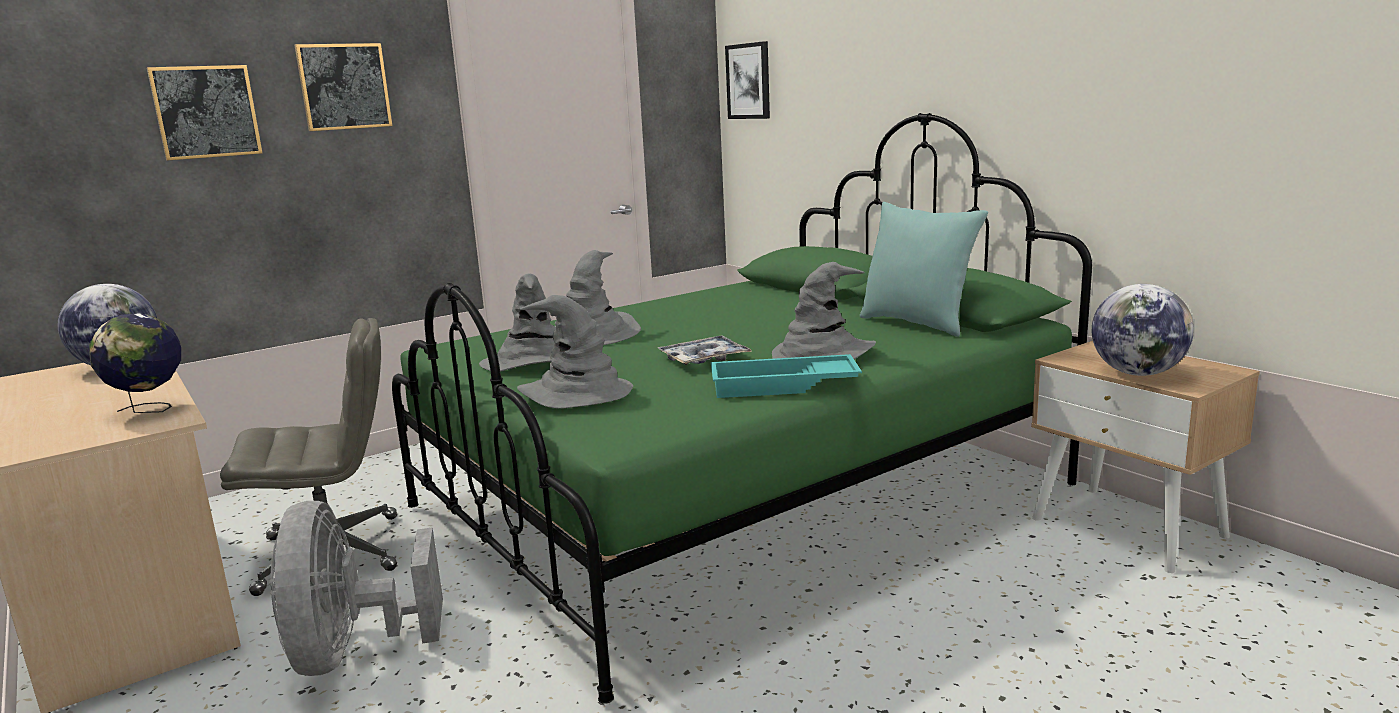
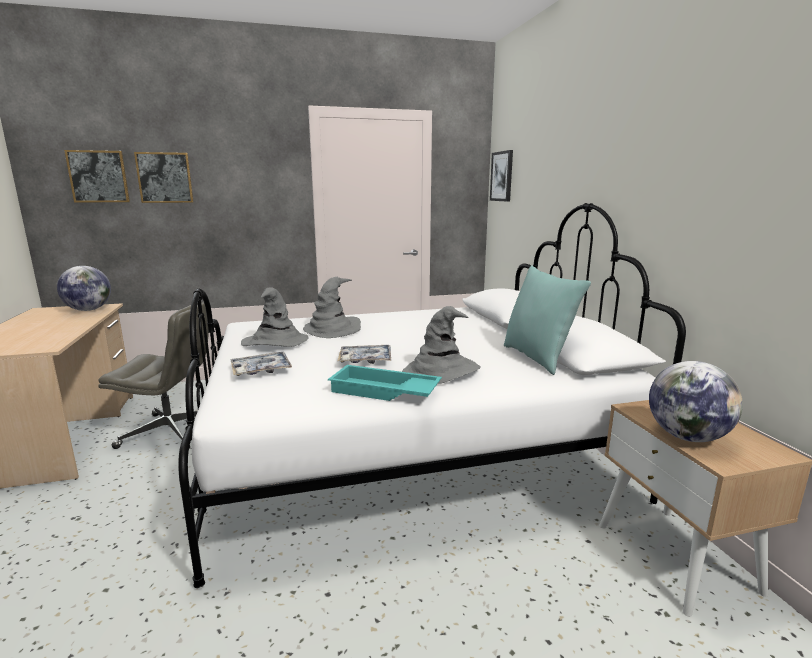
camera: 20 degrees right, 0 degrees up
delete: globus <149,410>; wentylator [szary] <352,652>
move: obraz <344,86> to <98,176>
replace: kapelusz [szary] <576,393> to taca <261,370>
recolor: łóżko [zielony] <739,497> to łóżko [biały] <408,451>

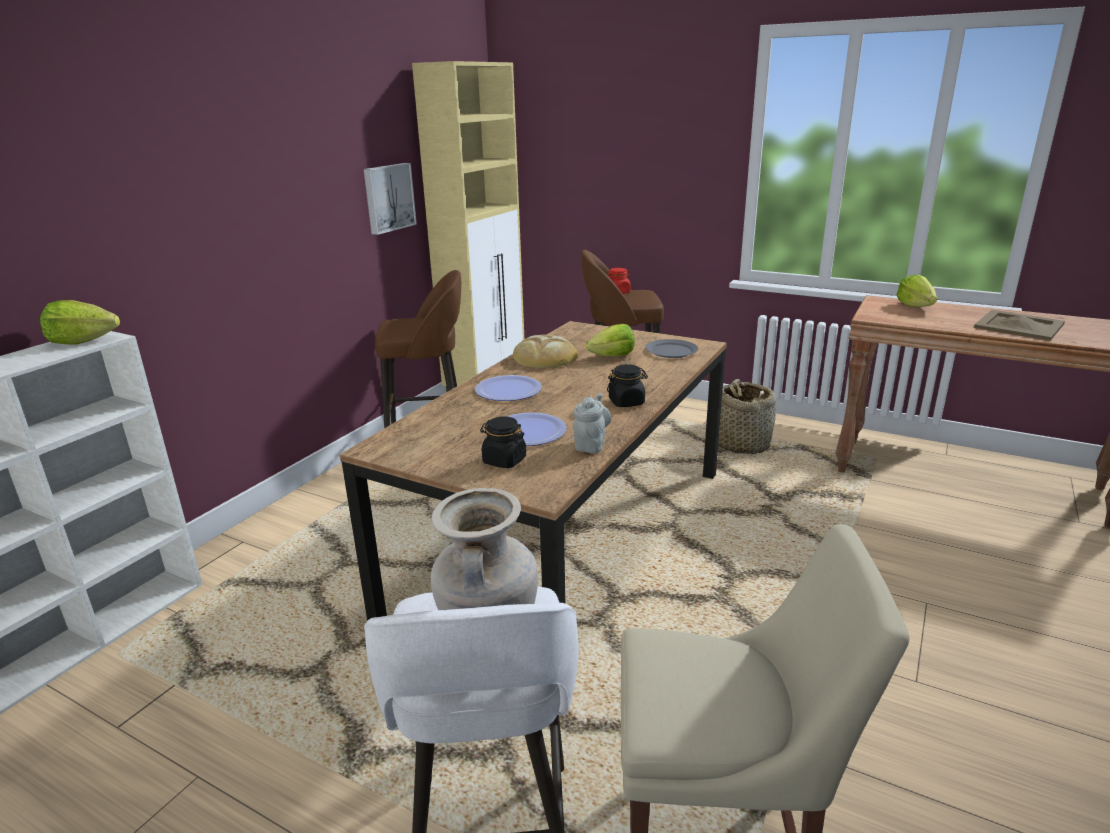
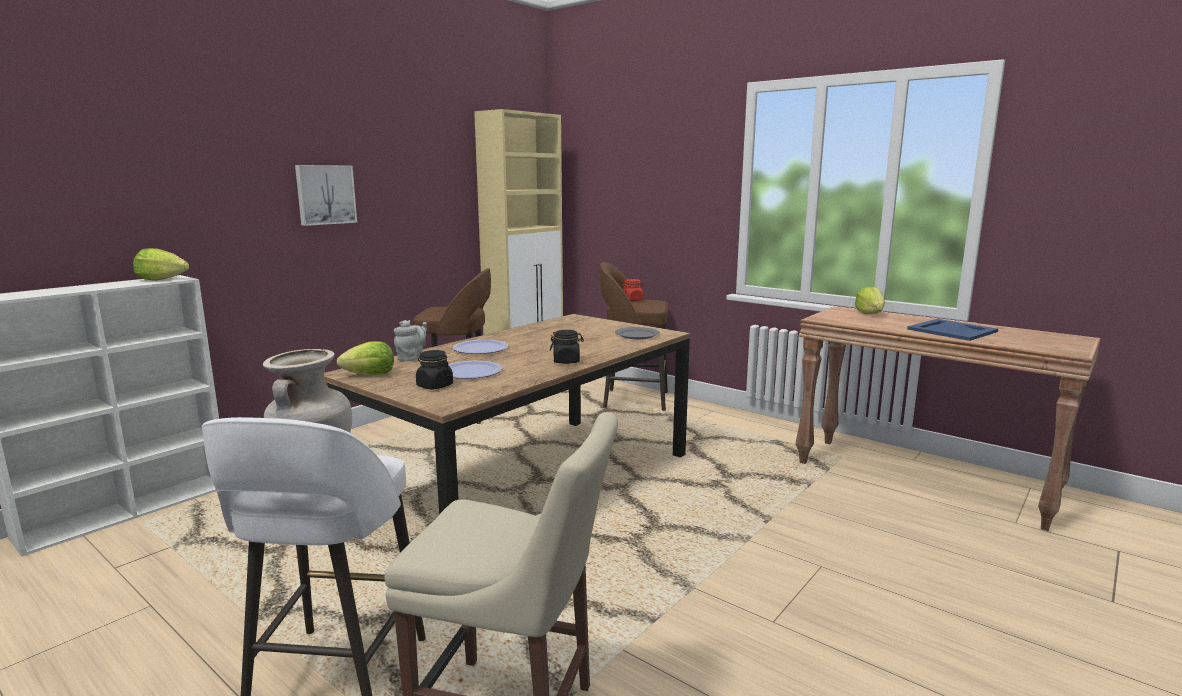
camera: 10 degrees right, 10 degrees down
delete: chleb <545,357>; koszyk <741,444>
move: obraz <388,198> to <325,194>; sałata <612,356> to <370,375>; imbryk [szary] <590,444> to <412,358>
recolor: taca [beżowy] <1018,325> to taca [niebieski] <951,330>

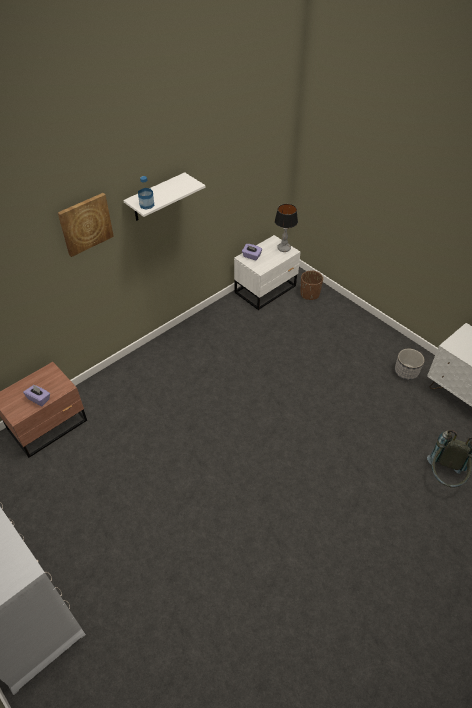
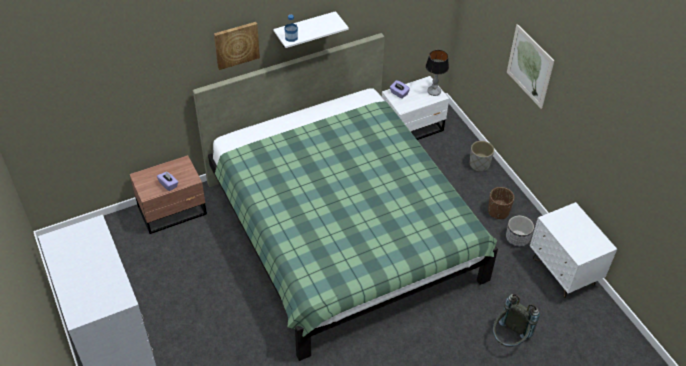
camera: 15 degrees right, 0 degrees up
insert: łóżko [zielony] <342,231>; donica [szary] <479,164>; obraz <529,66>
move: donica [brązowy] <310,294> to <498,211>

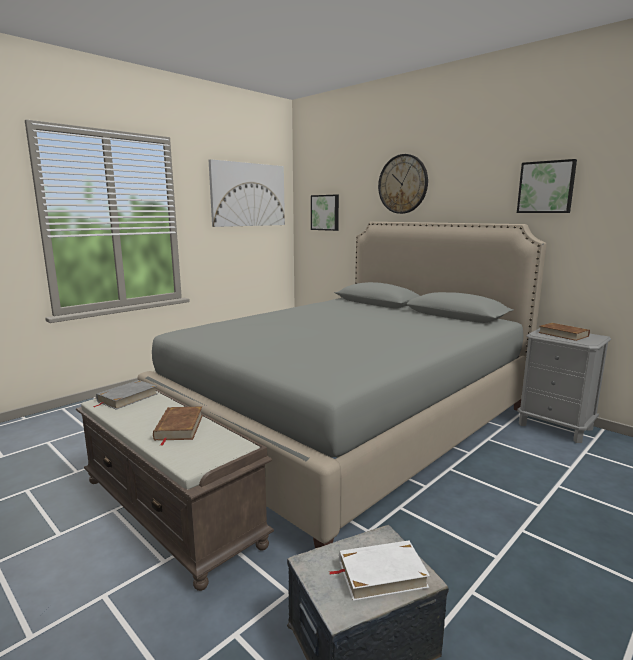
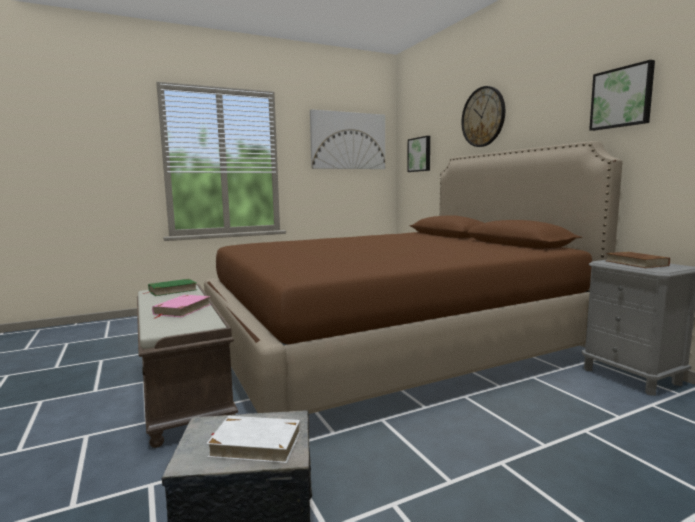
camera: 20 degrees right, 5 degrees down
recolor: książka [szary] <127,398> to książka [zielony] <172,290>; książka [brązowy] <179,427> to książka [różowy] <182,309>; łóżko [szary] <348,423> to łóżko [brązowy] <392,347>

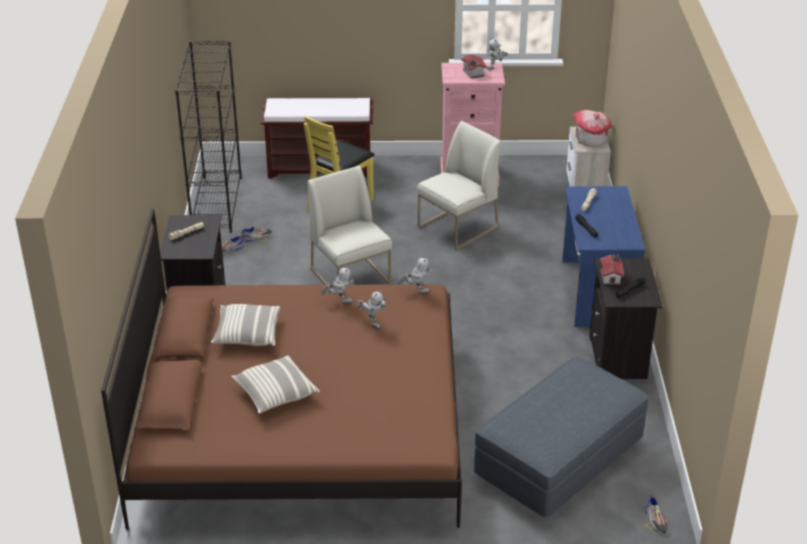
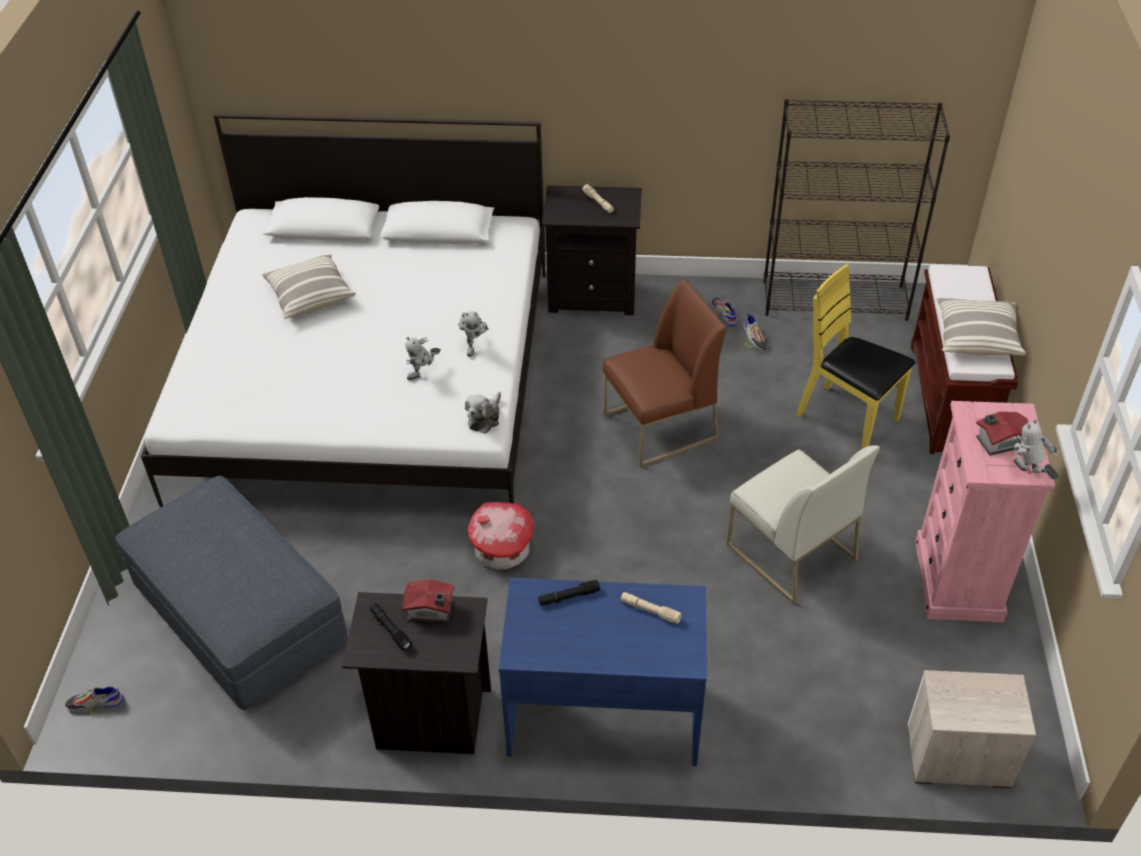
camera: 95 degrees right, 10 degrees up
move: domek <590,140> to <501,551>; poduszka <247,334> to <976,337>
replace: robot zabawkowy <416,291> to pluszak <485,418>
recolor: łóżko [brązowy] <300,424> to łóżko [biały] <369,380>; krzesło [biały] <351,276> to krzesło [brązowy] <659,427>

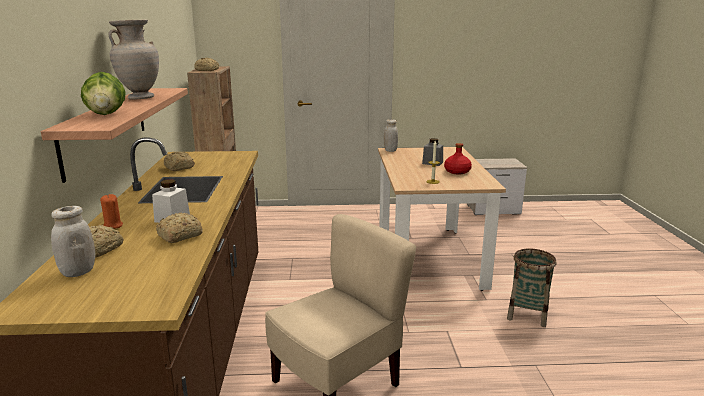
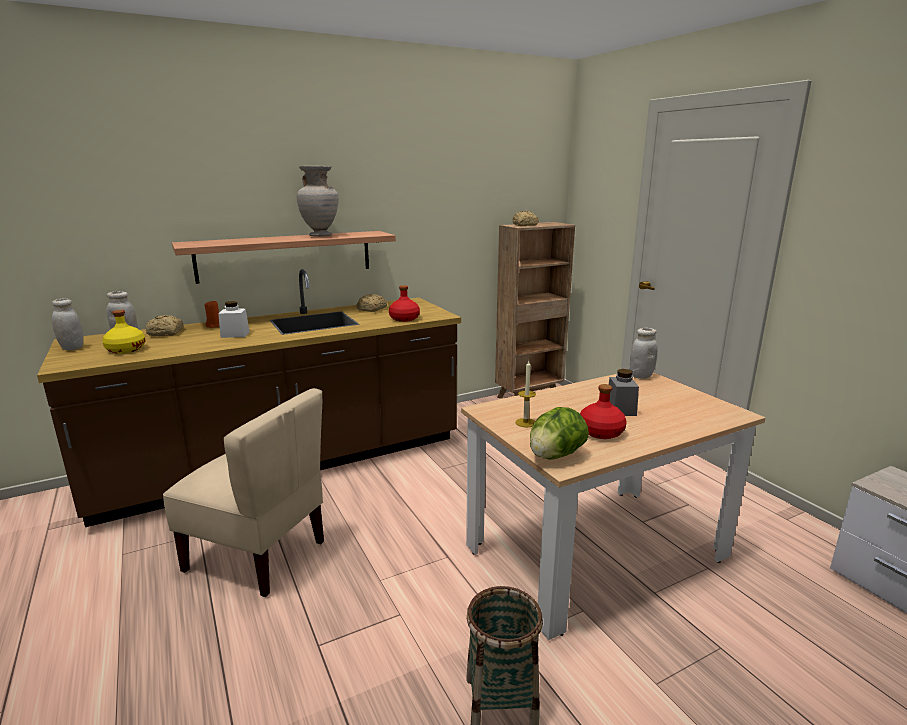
camera: 65 degrees right, 0 degrees up
delete: chleb <178,236>
insert: słoik [biały] <72,348>; butelka [żółty] <125,349>; butelka [czerwony] <404,318>
move: sałata <106,114> to <555,456>

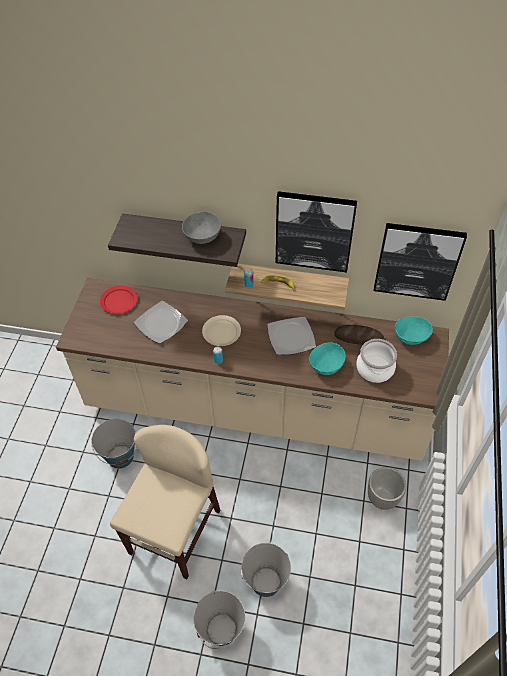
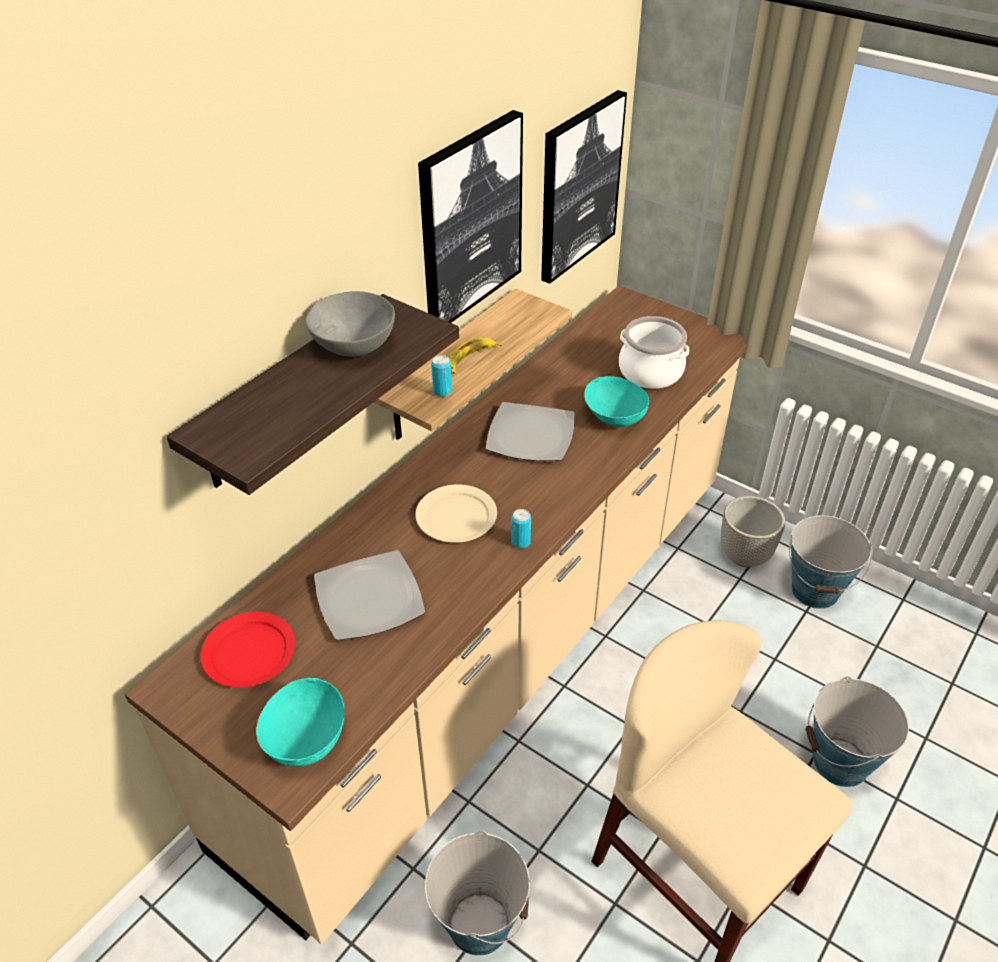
camera: 65 degrees left, 10 degrees down
delete: chleb <358,337>
move: miska [turkusowy] <411,337> to <305,738>; wiadro <221,629> to <815,590>

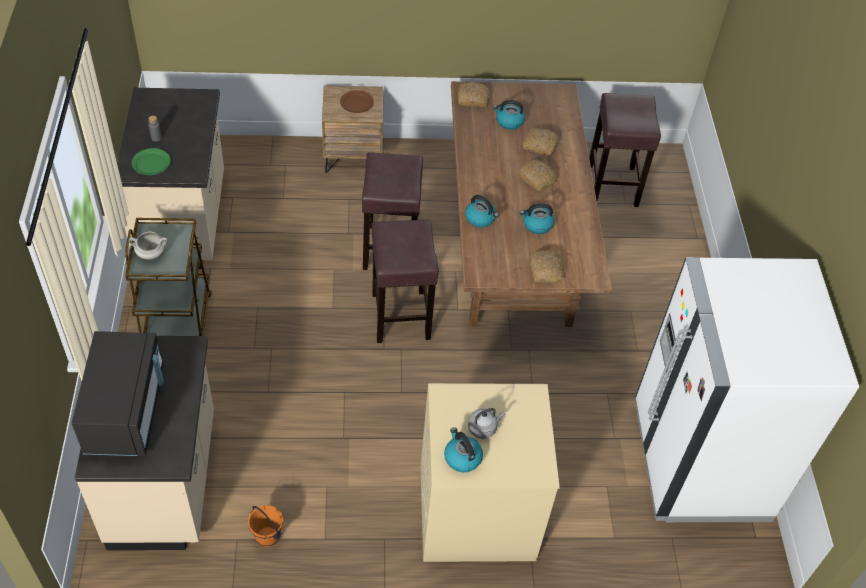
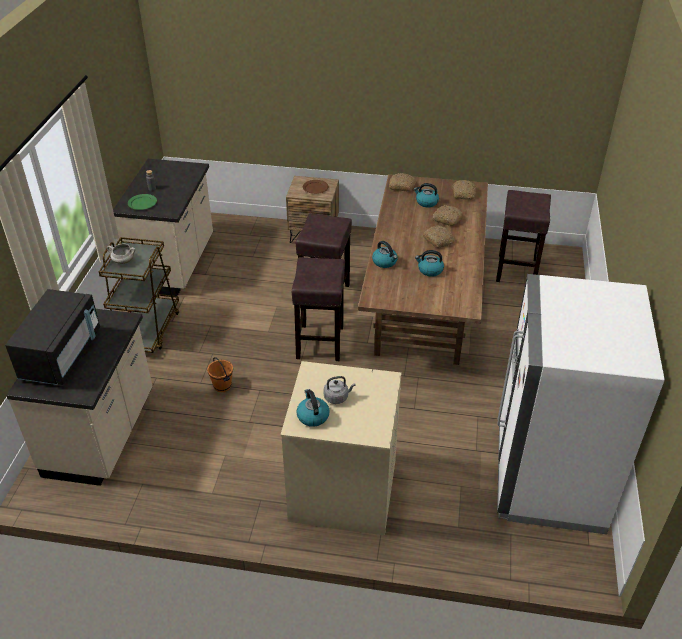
camera: 15 degrees right, 10 degrees down
move: wiadro [pomarańczowy] <267,537> to <222,386>; chleb <545,271> to <464,194>

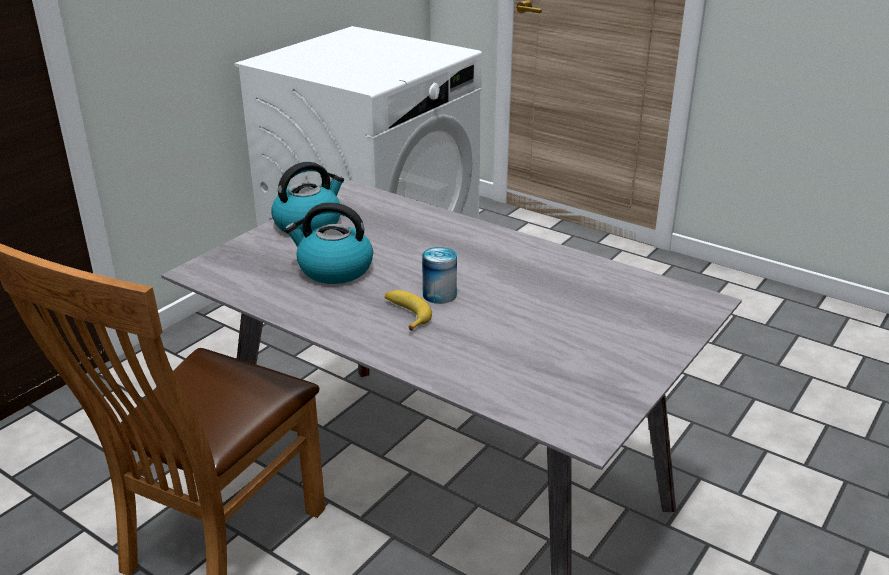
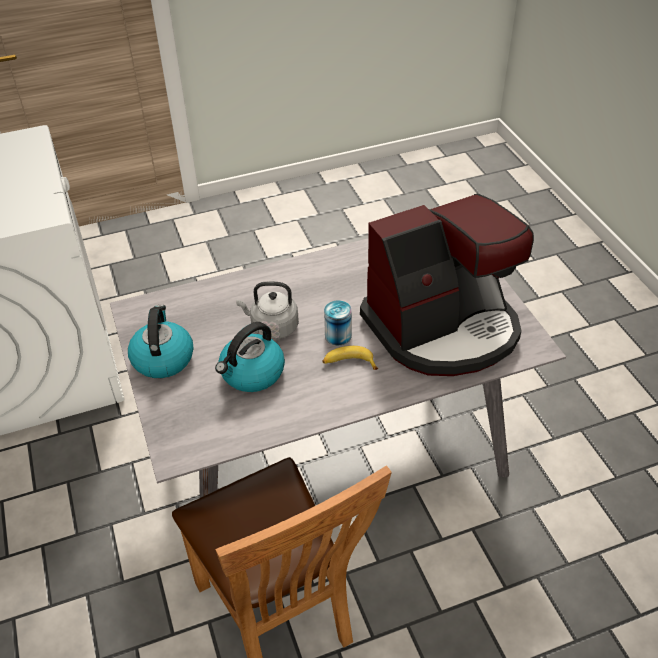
camera: 55 degrees left, 15 degrees up
insert: czajnik [szary] <272,327>; ekspres do kawy <443,328>

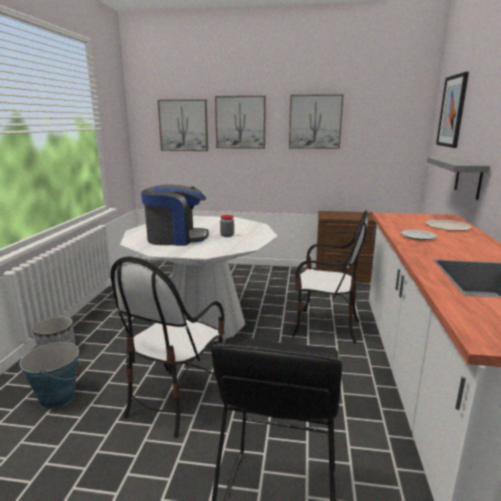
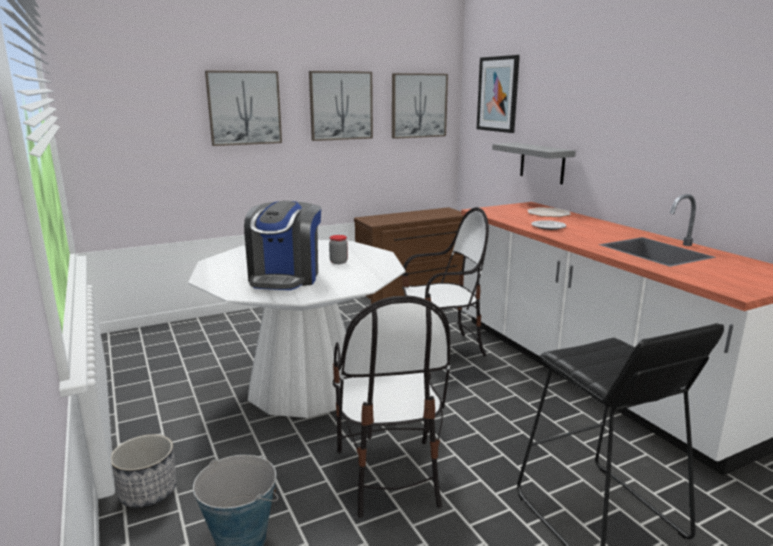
camera: 35 degrees left, 0 degrees up
move: obraz <183,125> to <418,105>
rotate: ekspres do kawy <176,238> = <285,277> 135 degrees clockwise

